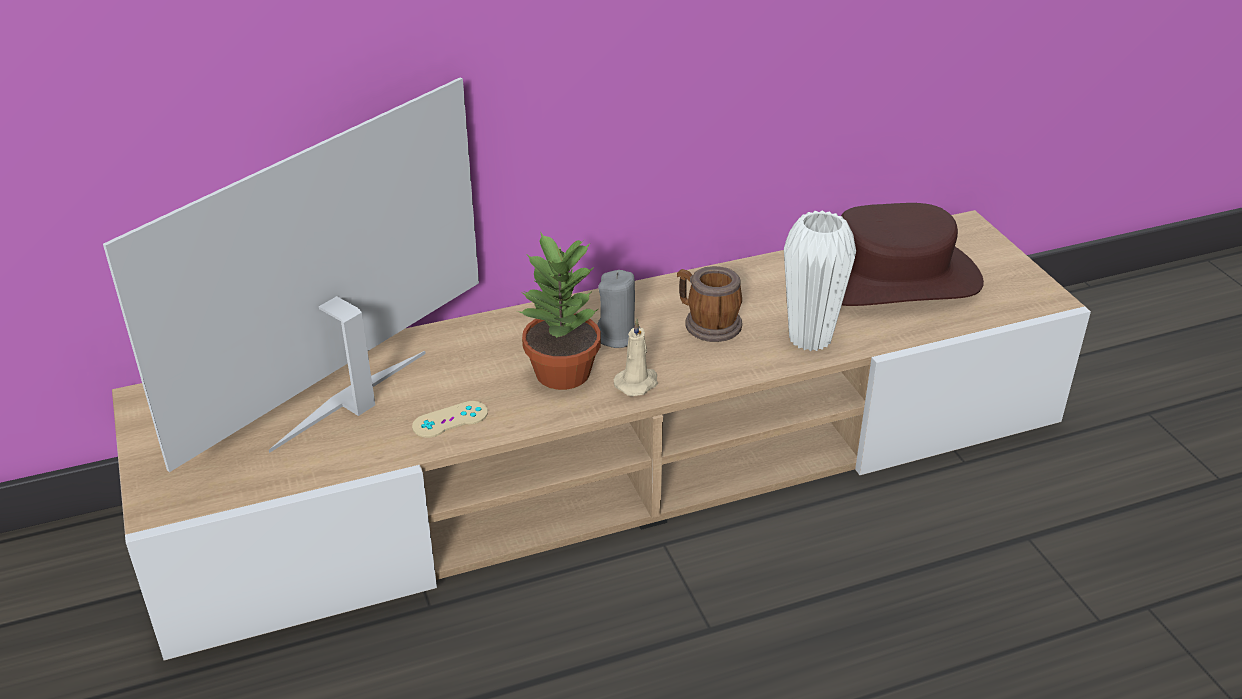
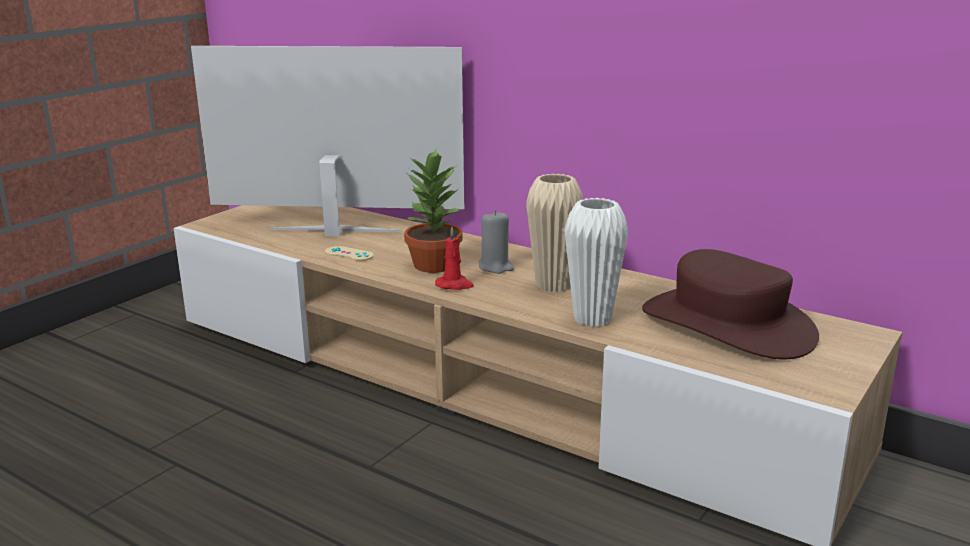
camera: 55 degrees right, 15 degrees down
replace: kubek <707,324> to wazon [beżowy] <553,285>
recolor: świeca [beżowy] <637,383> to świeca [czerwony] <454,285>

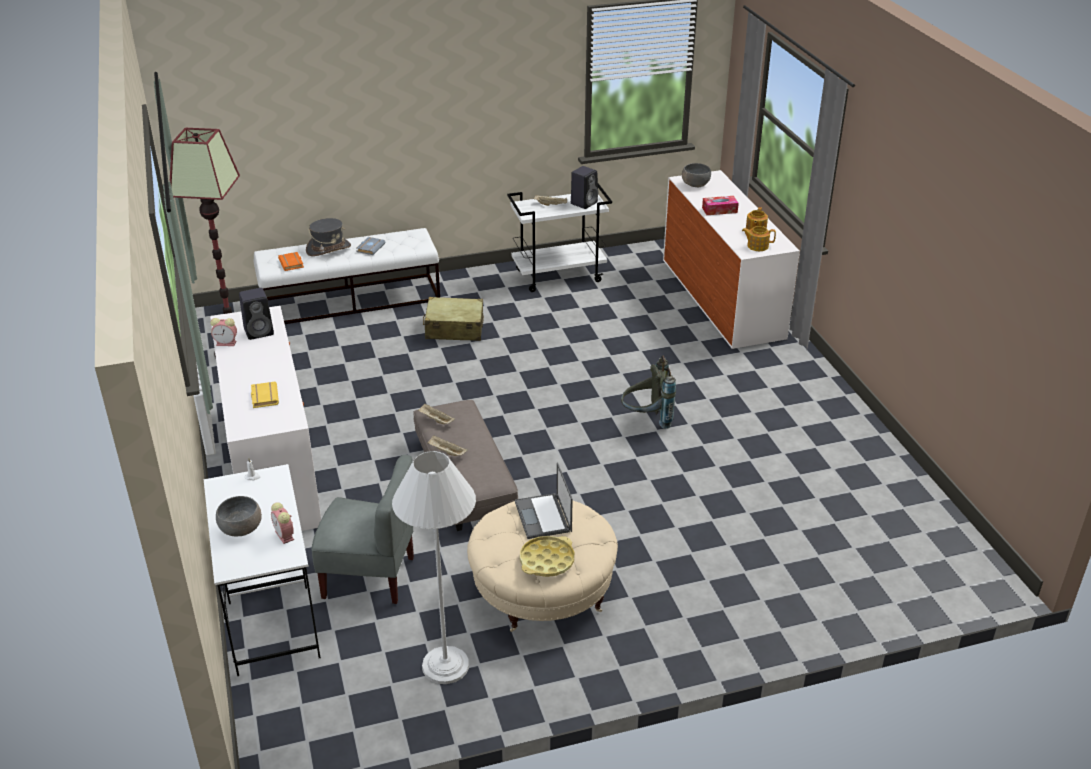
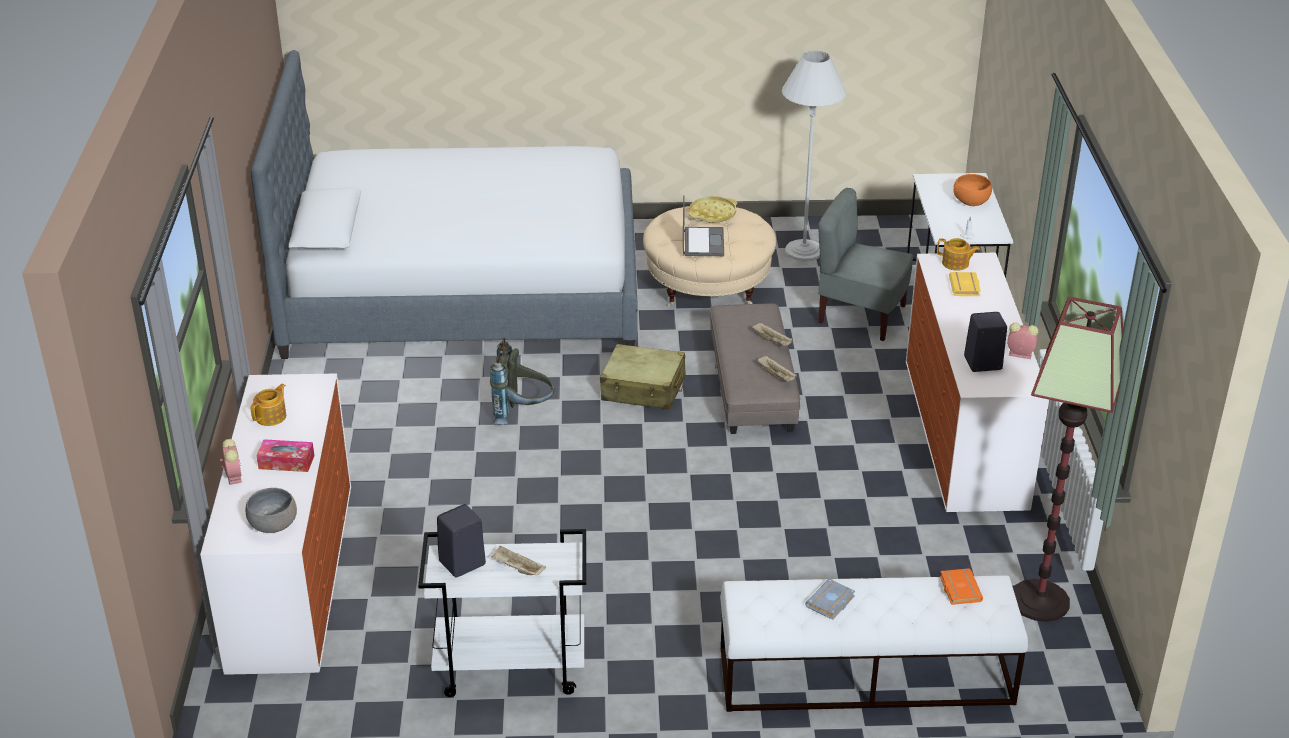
camera: 165 degrees left, 0 degrees up
delete: kapelusz [szary] <328,249>
insert: łóżko <464,288>
move: budzik <285,536> to <233,476>; walizka [beżowy] <454,328> to <643,389>; imbryk <757,246> to <956,264>
recolor: miska [szary] <241,528> to miska [pomarańczowy] <970,201>

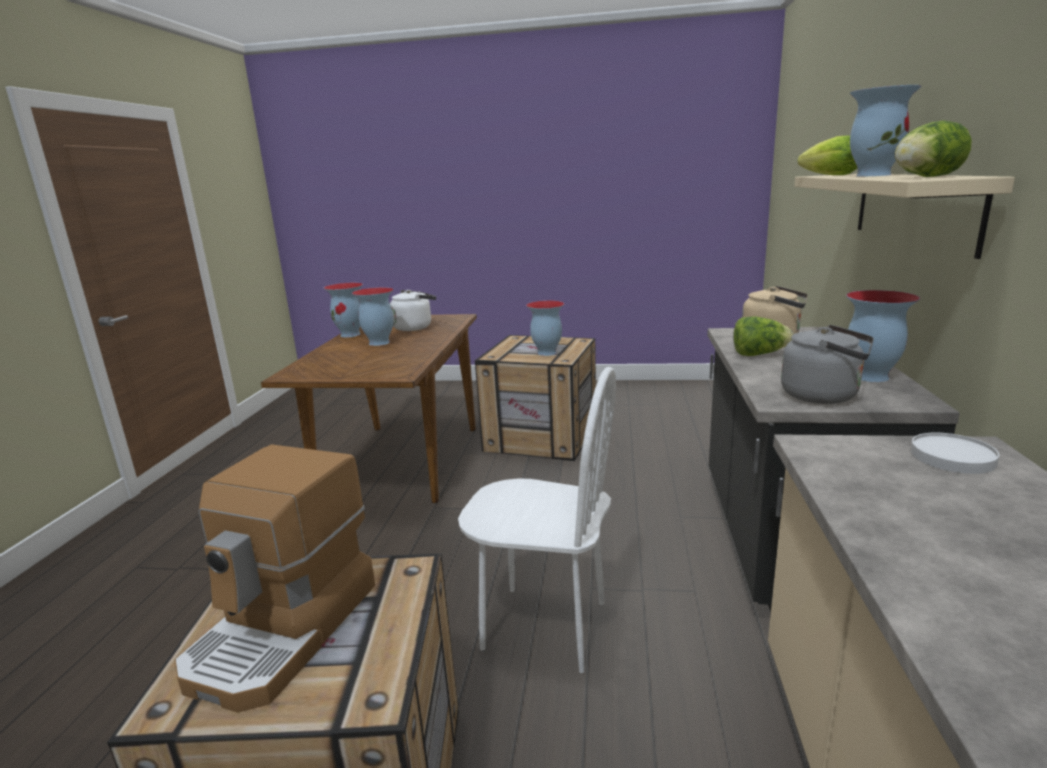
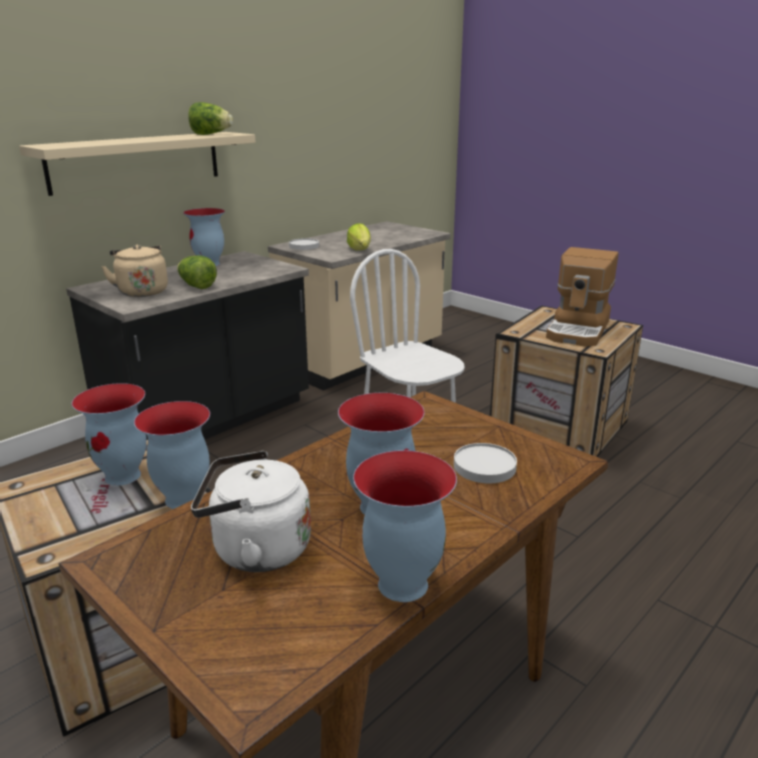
camera: 145 degrees left, 5 degrees up
delete: czajnik [szary] <824,396>
insert: talerz [biały] <485,466>
move: wazon <873,175> to <182,499>; sałata <830,175> to <360,250>
rotate: ekspres do kawy <286,630> = <579,330> 150 degrees clockwise

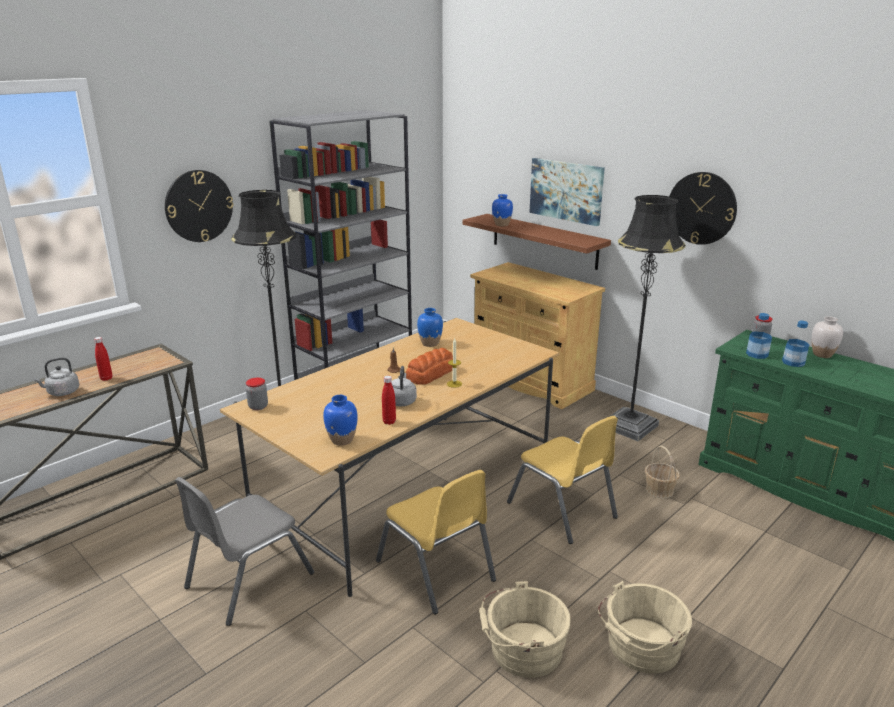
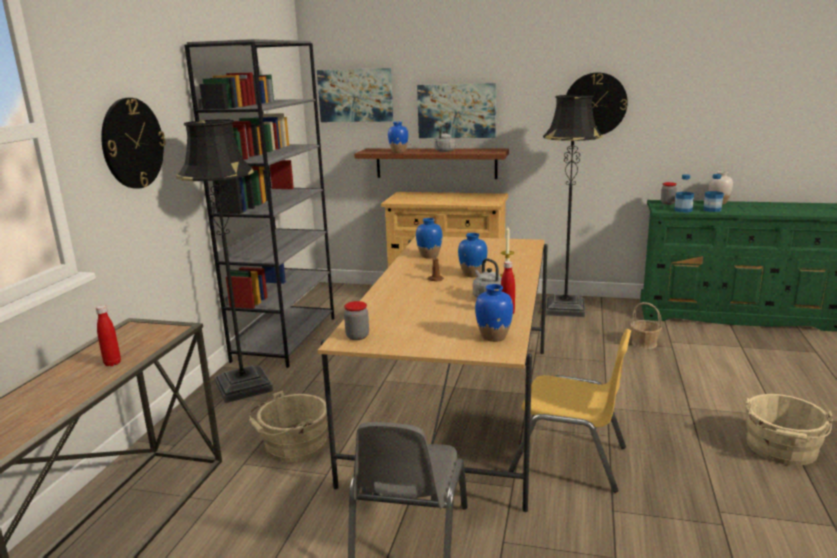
camera: 30 degrees left, 5 degrees down
delete: krzesło [żółty] <562,510>
insert: obraz <355,95>
move: wiadro [beżowy] <522,650> to <292,446>; czajnik [szary] <62,392> to <444,151>
replace: chleb <430,374> to wazon [niebieski] <472,274>

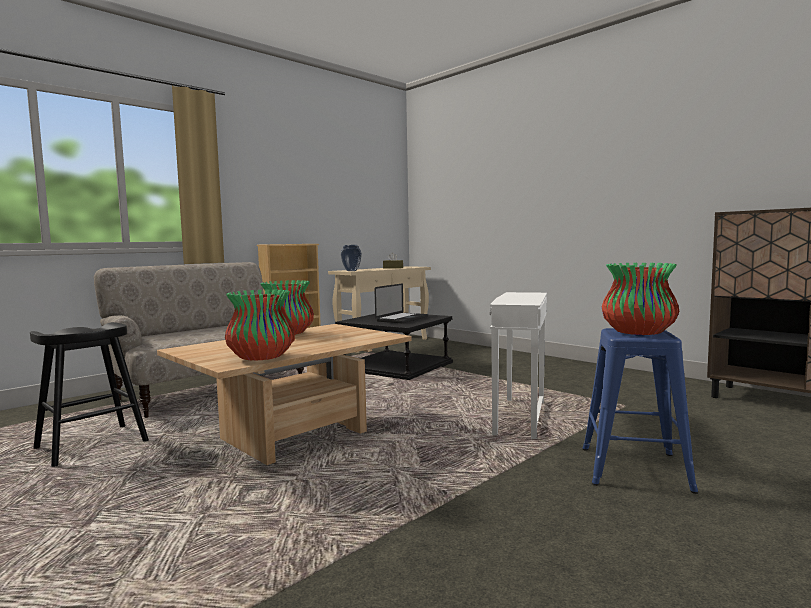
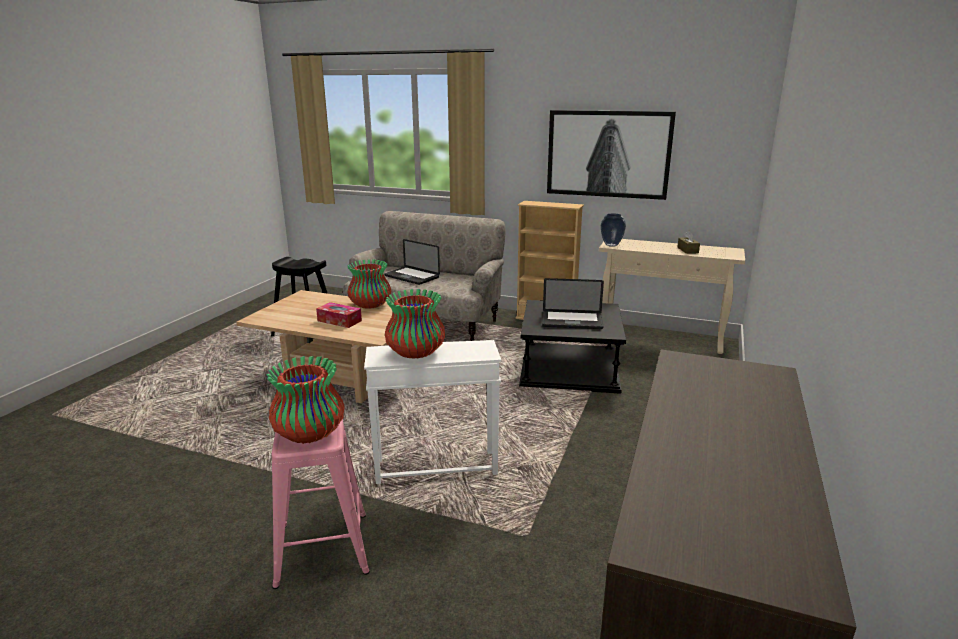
camera: 65 degrees right, 15 degrees up
insert: pudełko chusteczek <339,321>; laptop <411,277>; obraz <608,154>
move: wazon <261,357> to <415,352>
recolor: stołek [niebieski] <636,469> to stołek [różowy] <321,549>

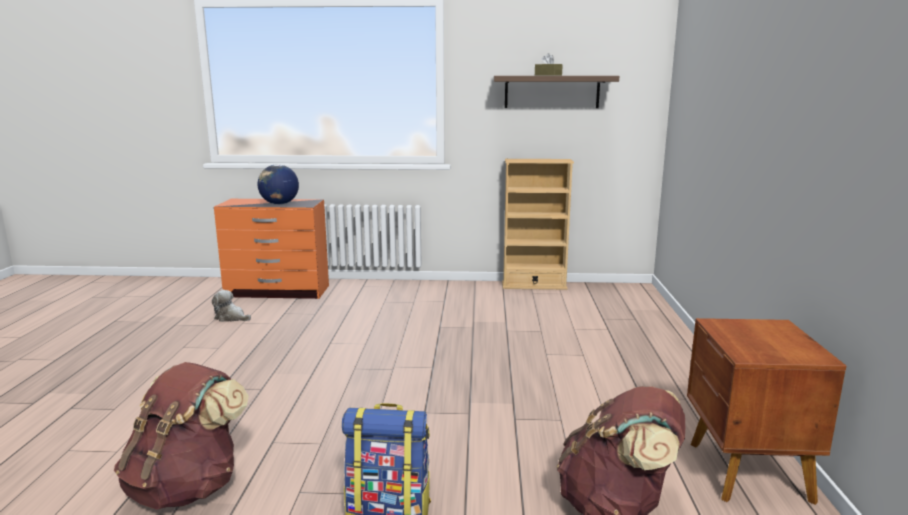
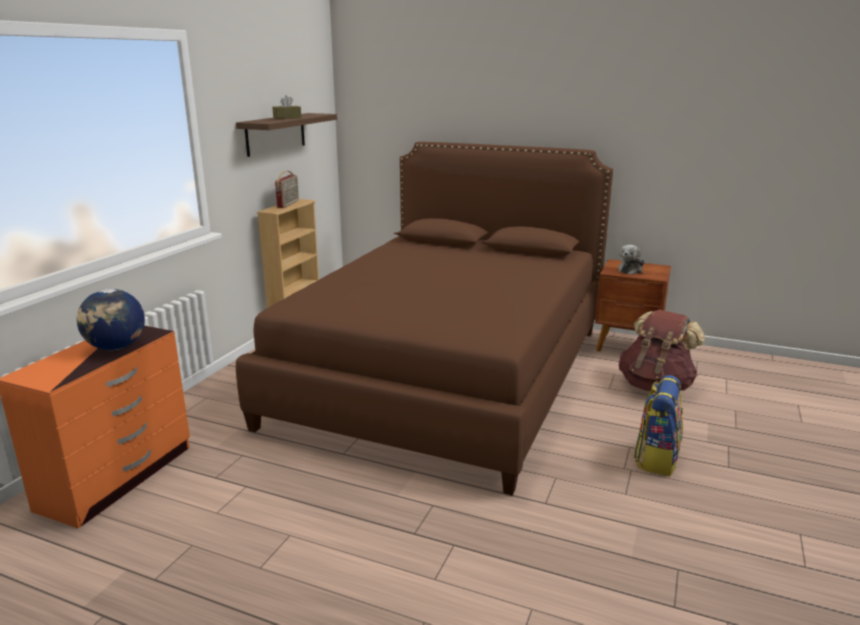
camera: 70 degrees left, 5 degrees up
delete: plecak [brązowy] <187,487>
insert: łóżko [brązowy] <446,374>; radio <288,204>
move: pluszak <231,318> to <631,270>

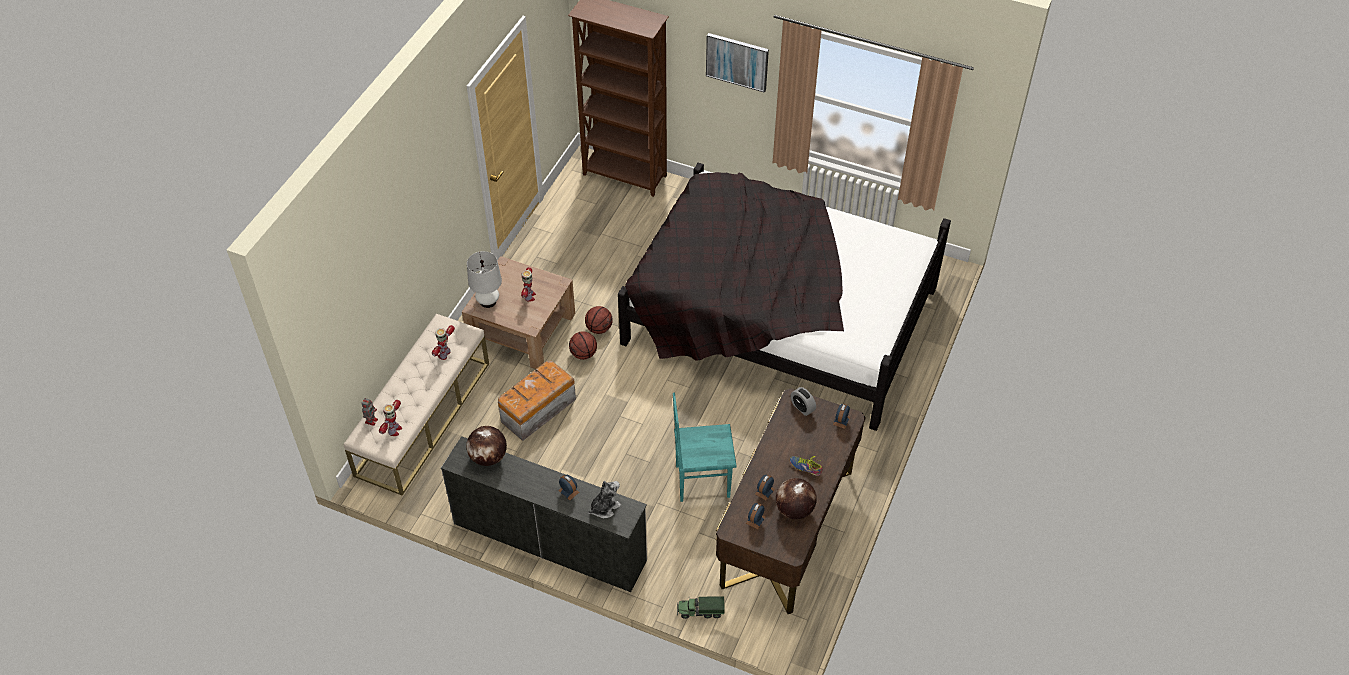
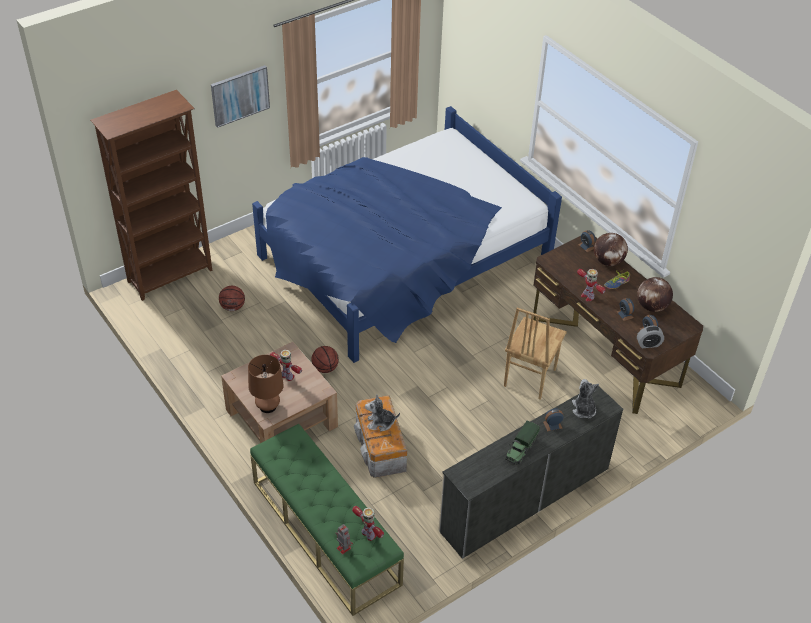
camera: 60 degrees left, 5 degrees down
insert: pluszak <380,423>
move: piłka do koszykówki <583,354> to <233,307>; ciężarówka zabawkowa <700,611> to <521,449>; robot zabawkowy <444,354> to <587,296>; globus <488,457> to <608,261>; budzik <802,407> to <648,344>
recolor: lampa stołowa [biały] <488,301> to lampa stołowa [brązowy] <268,406>; ławka [beżowy] <423,418> to ławka [zielony] <325,532>; łóżko [czarny] <778,316> to łóżko [niebieski] <403,261>; krzesło [turkusowy] <702,480> to krzesło [brązowy] <528,378>

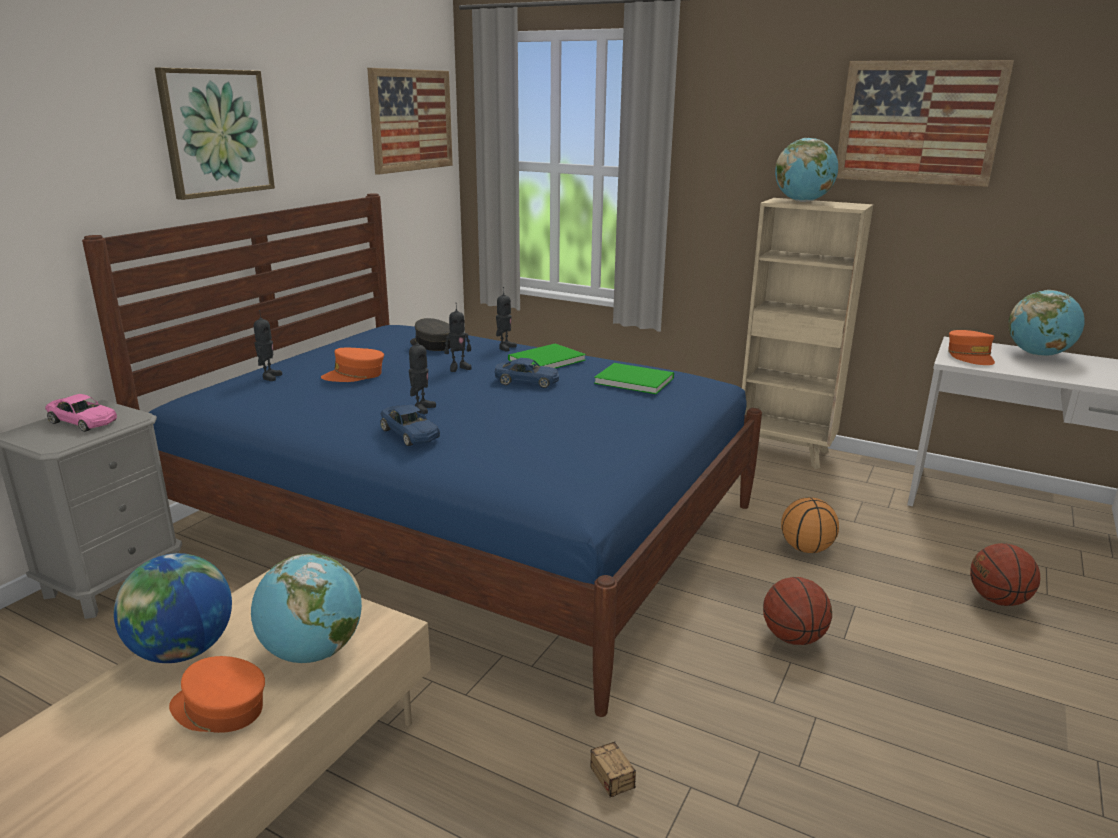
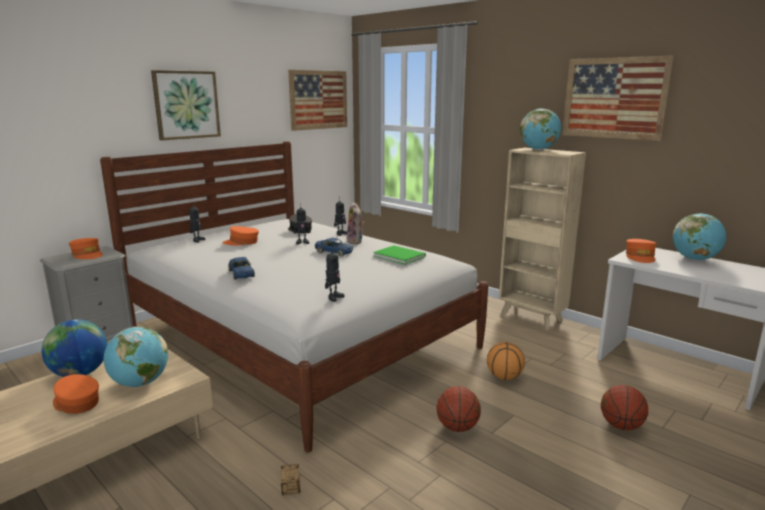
camera: 15 degrees right, 5 degrees down
move: robot zabawkowy <422,408> to <334,297>
replace: samochodzik [różowy] <83,422> to czapka z daszkiem [pomarańczowy] <87,254>; książka [zielony] <544,360> to pluszak <356,241>
recolor: łóżko [niebieski] <464,523> to łóżko [biały] <299,337>

